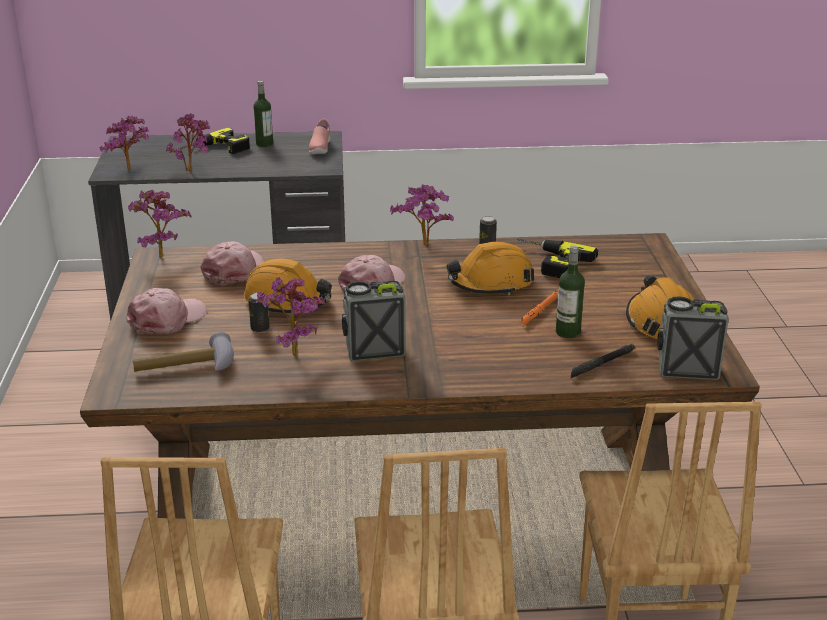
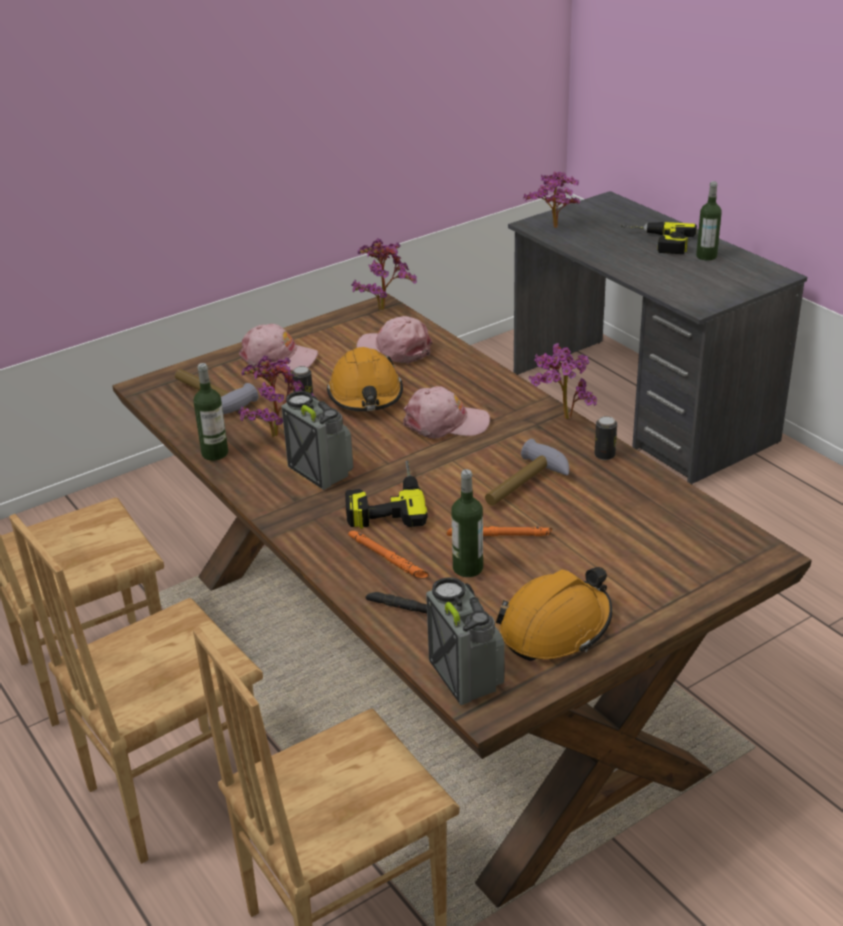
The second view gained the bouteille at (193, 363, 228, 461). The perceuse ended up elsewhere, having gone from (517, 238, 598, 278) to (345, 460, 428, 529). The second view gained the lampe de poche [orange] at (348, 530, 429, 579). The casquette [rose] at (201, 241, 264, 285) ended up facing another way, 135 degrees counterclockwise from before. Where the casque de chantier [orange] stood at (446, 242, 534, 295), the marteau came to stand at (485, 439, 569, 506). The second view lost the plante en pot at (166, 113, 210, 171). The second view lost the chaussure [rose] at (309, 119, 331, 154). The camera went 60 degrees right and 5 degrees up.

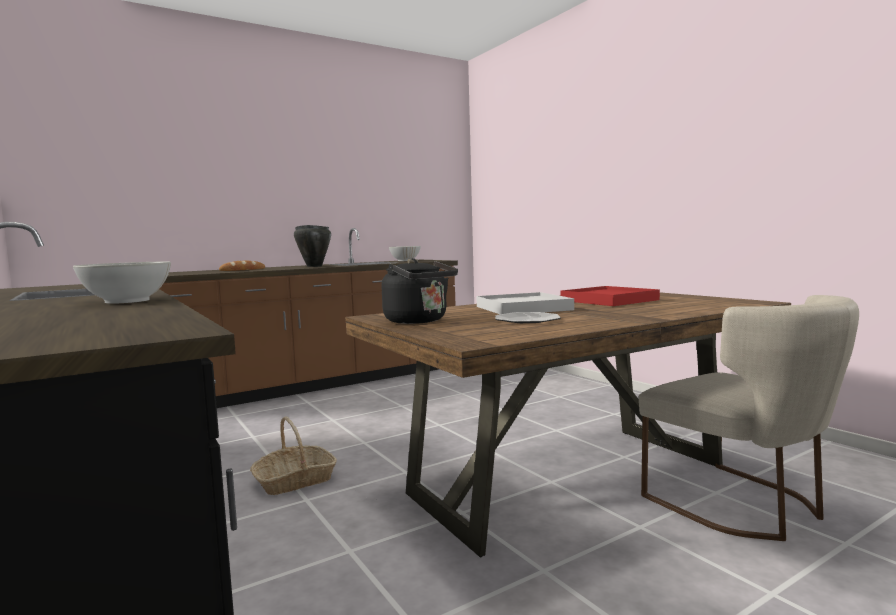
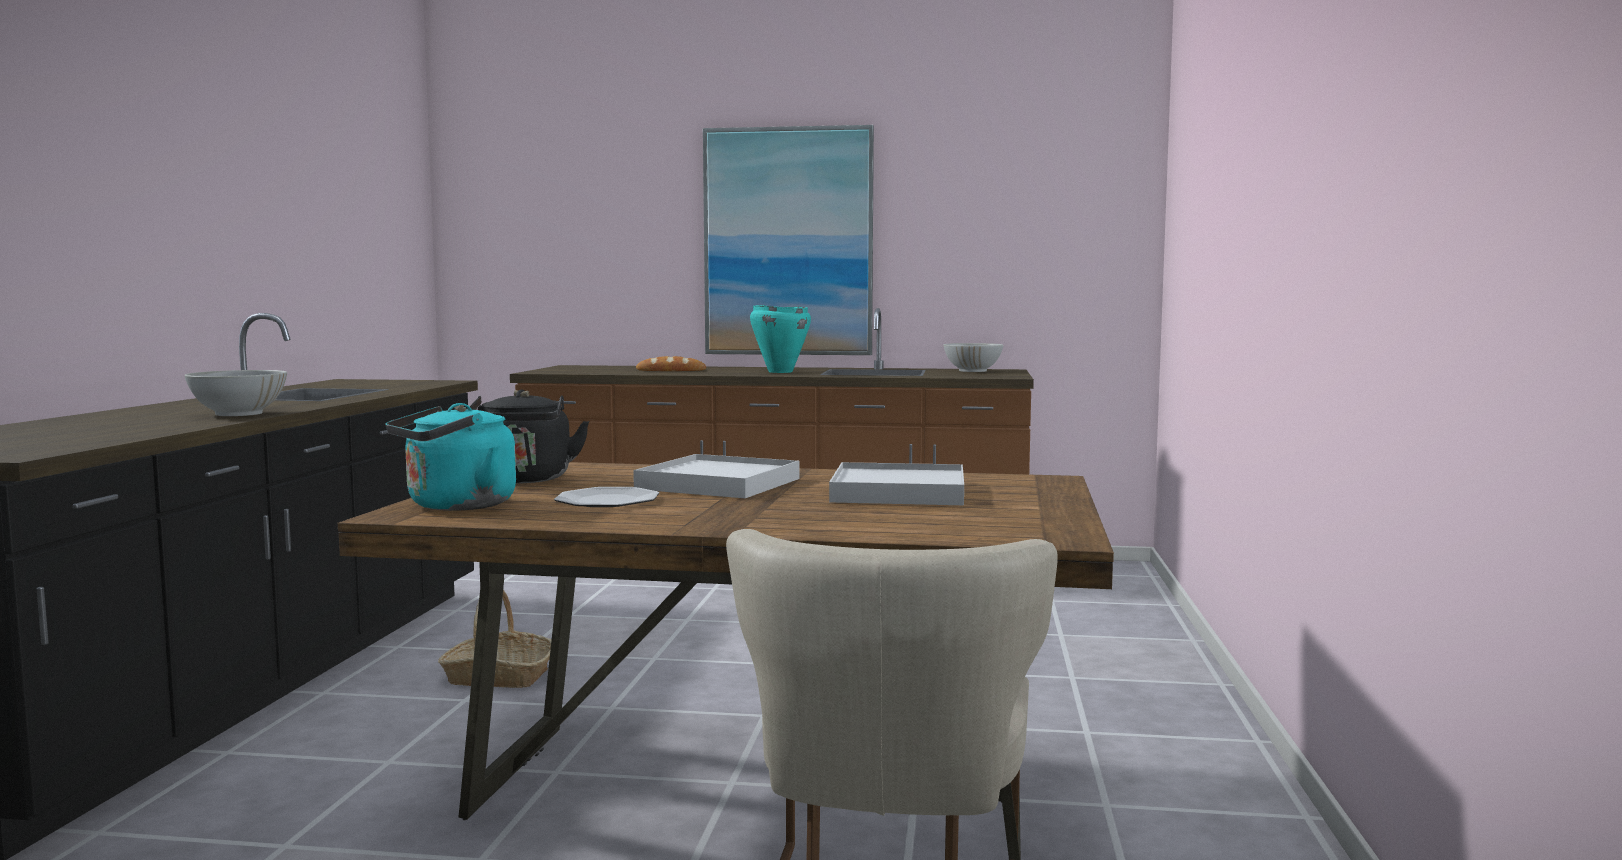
The second view gained the bouilloire [turquoise] at (386, 403, 516, 511). The second view gained the tableau at (703, 125, 874, 355). What was the marmite [noir] at (294, 225, 331, 267) turned into the marmite [turquoise] at (750, 305, 811, 373). What was the plateau [rouge] at (560, 286, 660, 306) turned into the plateau [blanc] at (829, 462, 964, 505). The camera went 40 degrees right and 0 degrees up.

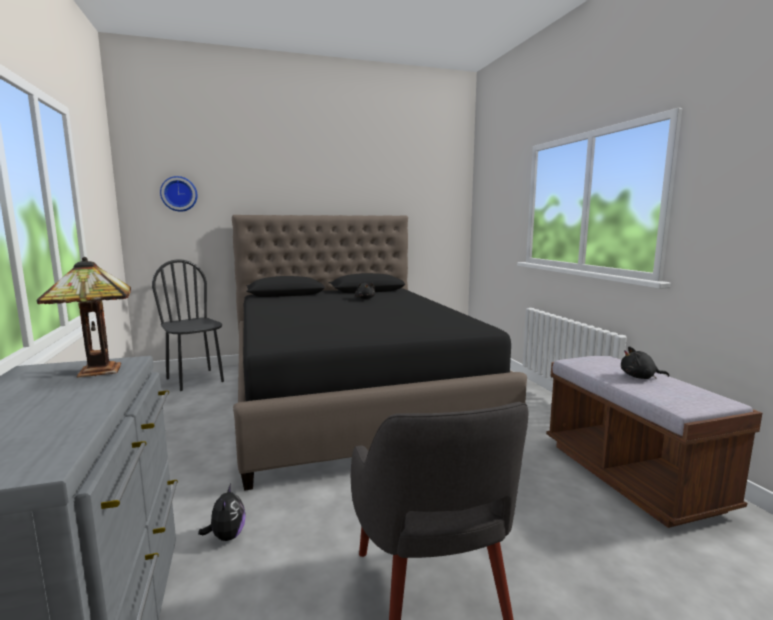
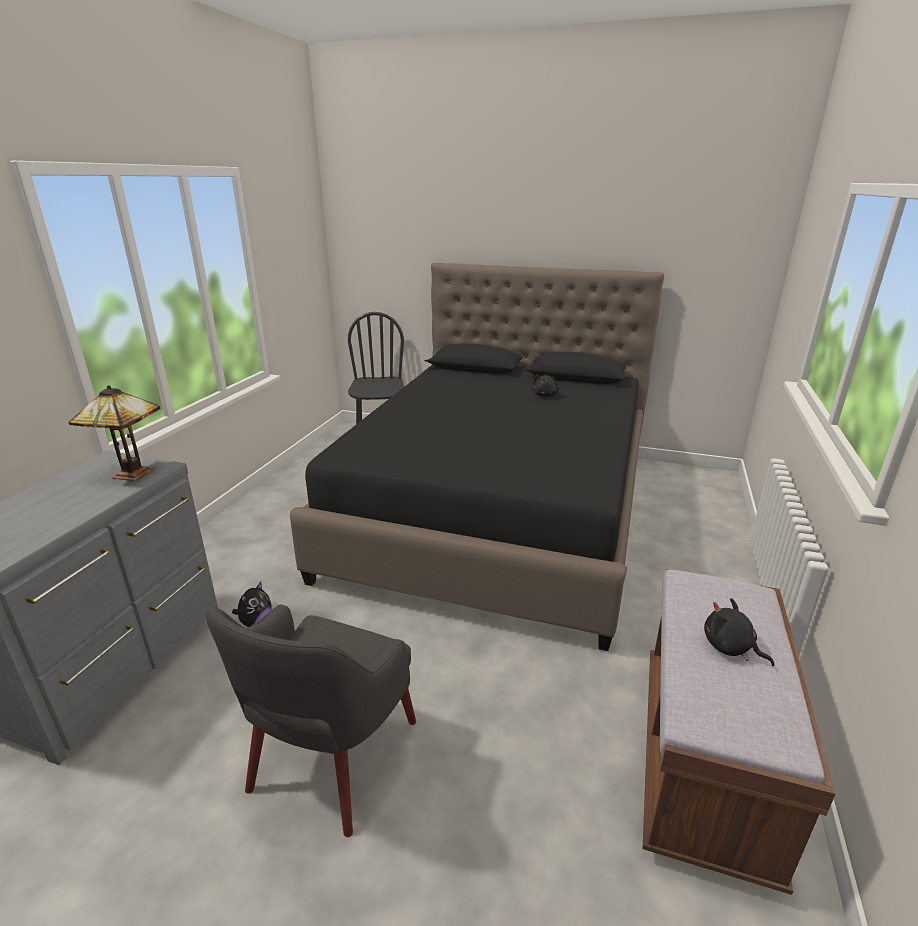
The second view lost the horloge murale at (160, 176, 197, 212). The camera went 35 degrees right and 15 degrees up.

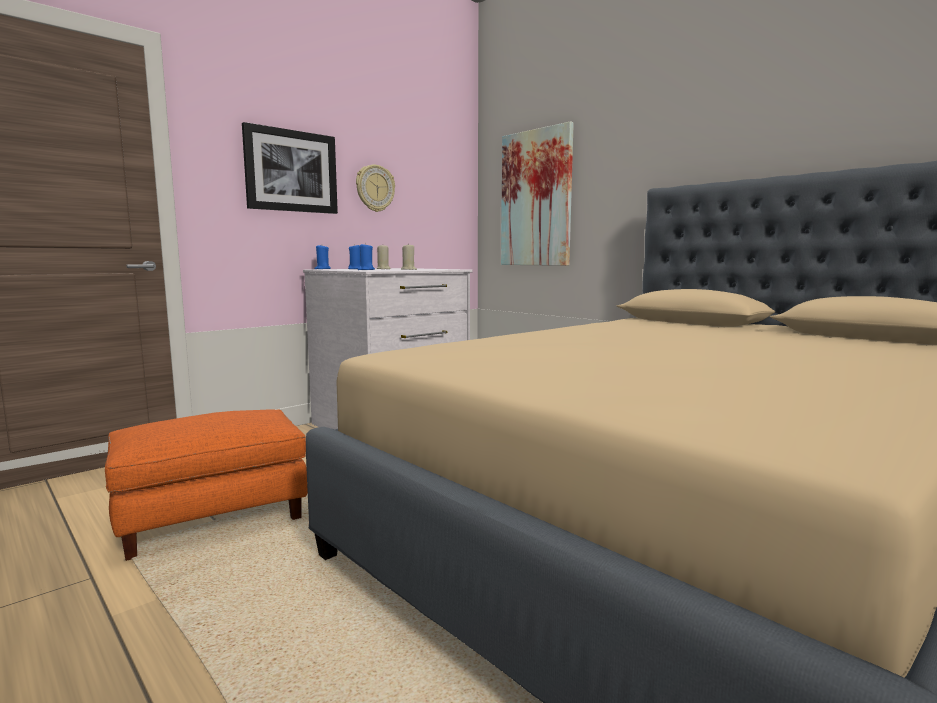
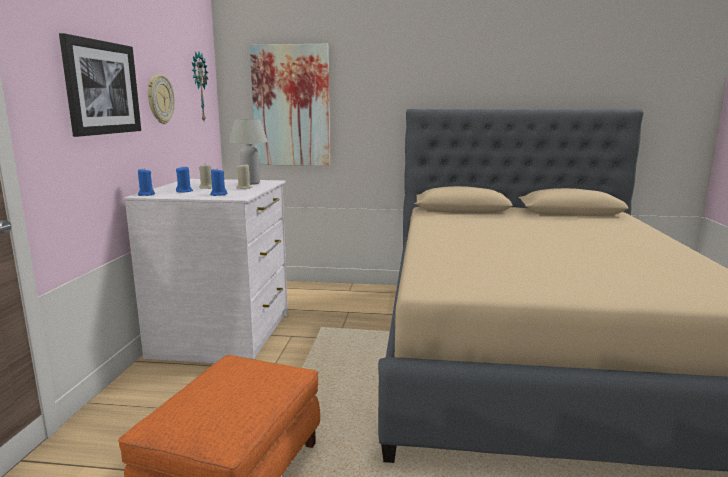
The second view gained the horloge murale at (192, 52, 208, 121). The second view gained the lampe de table [blanc] at (229, 119, 268, 185). The camera went 40 degrees left and 5 degrees up.

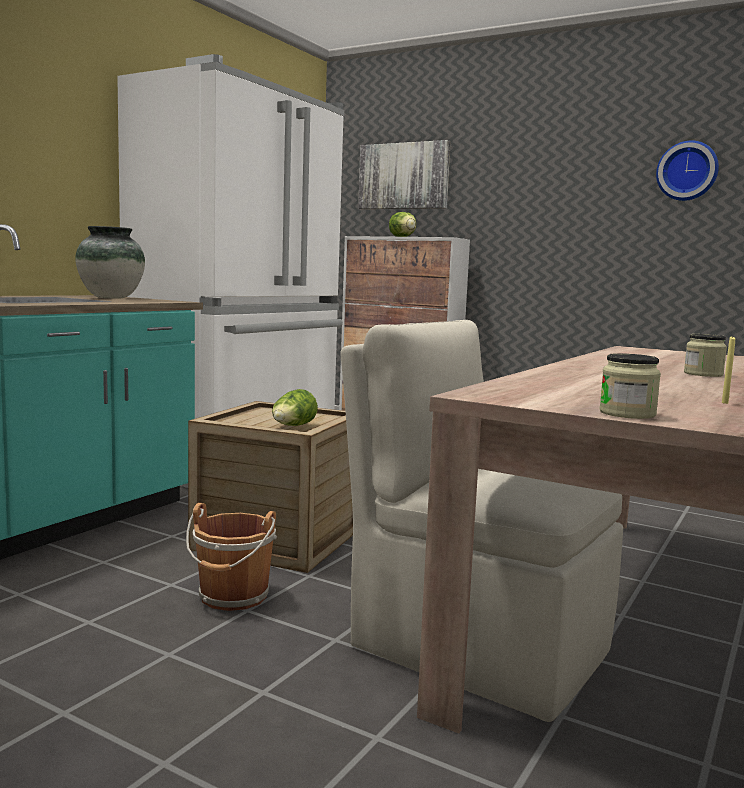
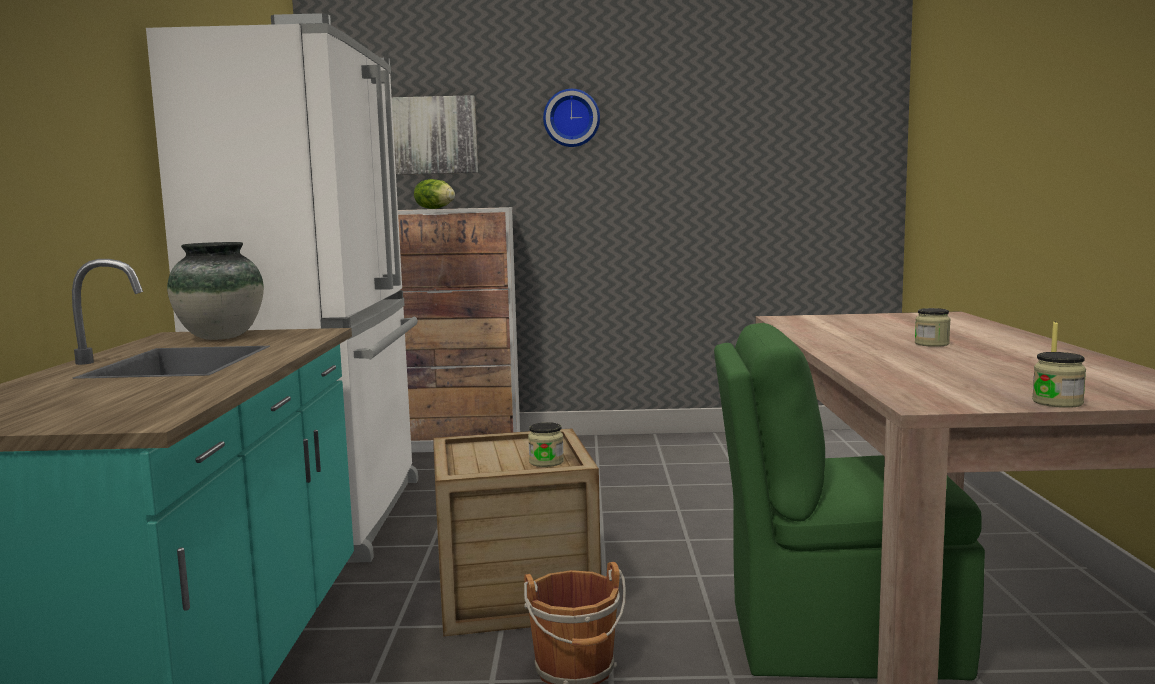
Where the laitue stood at (272, 389, 318, 426), the bocal came to stand at (528, 422, 564, 467). The horloge murale ended up elsewhere, having gone from (656, 140, 719, 201) to (543, 89, 600, 147). What was the chaise [beige] at (340, 320, 623, 722) turned into the chaise [vert] at (714, 323, 985, 681). The camera went 30 degrees left and 0 degrees up.

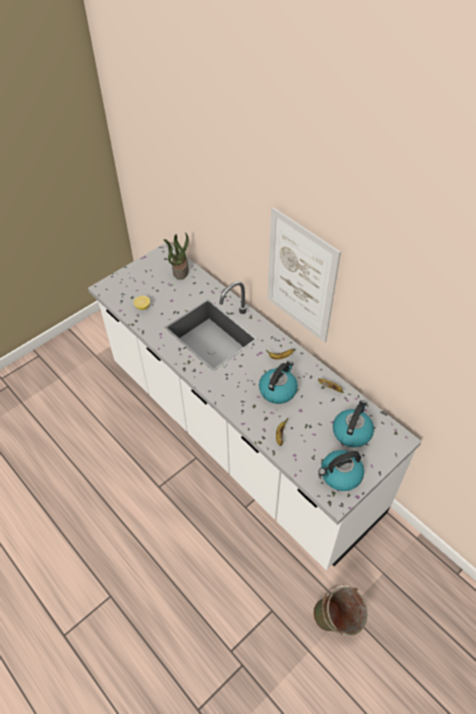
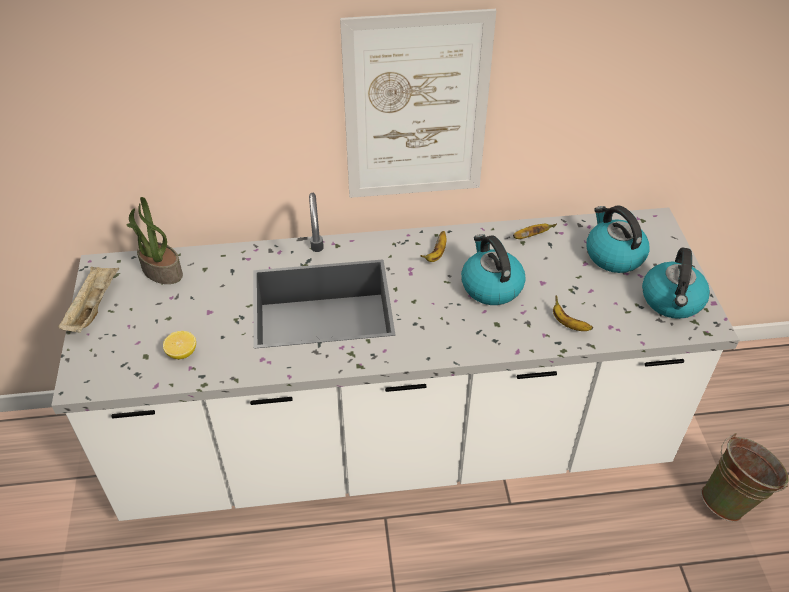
The second view gained the plateau [beige] at (58, 266, 119, 333). The camera went 55 degrees left and 5 degrees down.

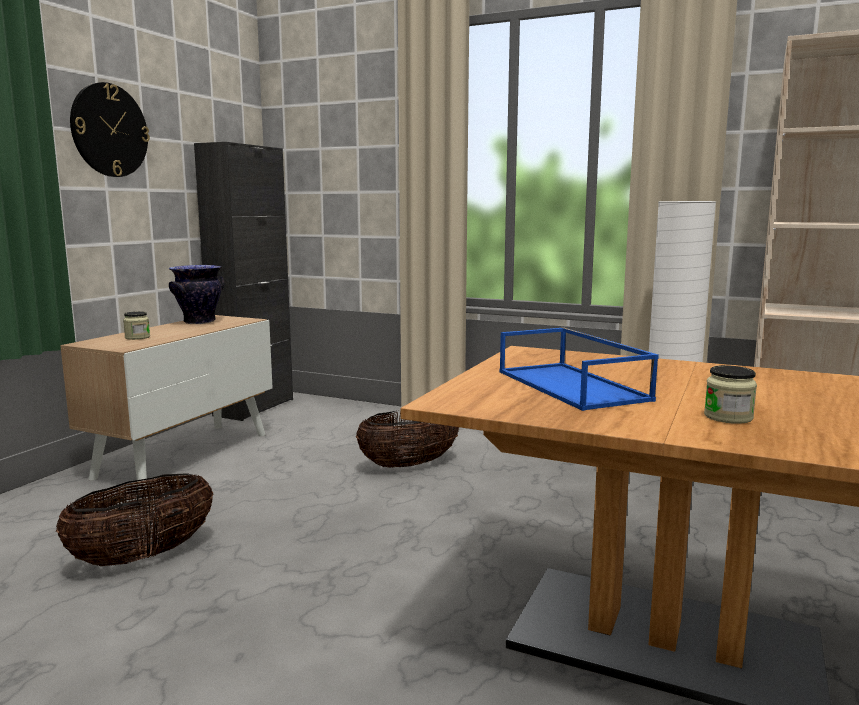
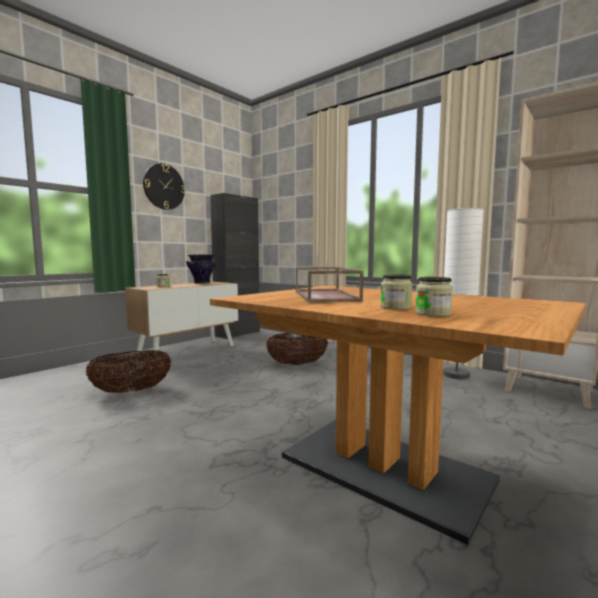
What was the plateau [bleu] at (499, 327, 659, 411) turned into the plateau [marron] at (296, 267, 363, 303). The second view gained the bocal at (415, 277, 453, 317). The camera went 15 degrees right and 5 degrees down.

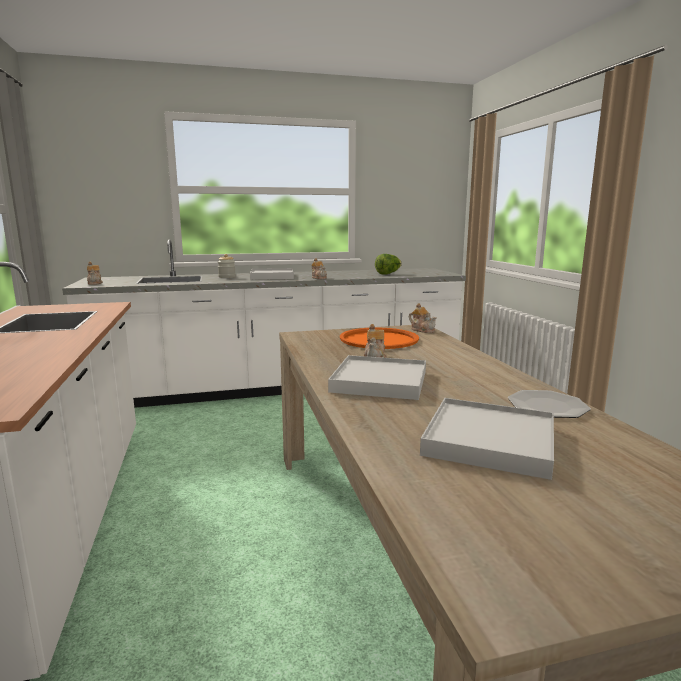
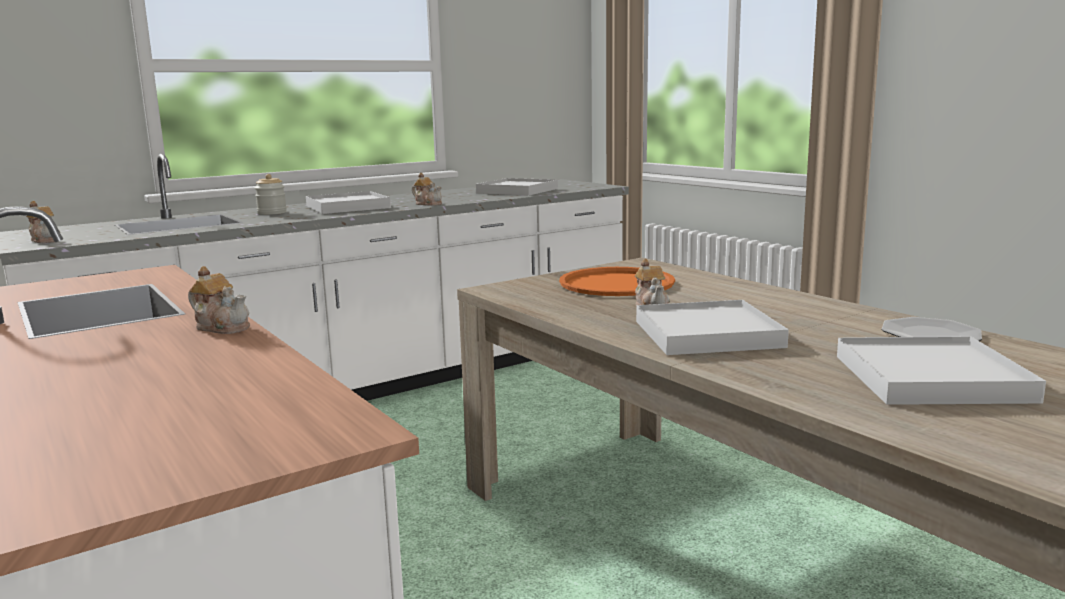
The théière ended up elsewhere, having gone from (409, 303, 437, 333) to (188, 266, 250, 334). Where the laitue stood at (375, 254, 402, 275), the plateau [blanc] came to stand at (476, 178, 558, 196). The camera went 20 degrees left and 0 degrees up.

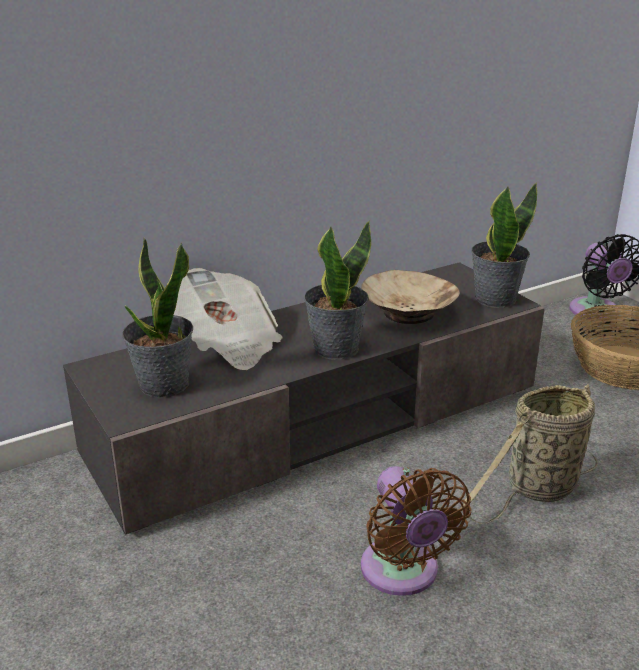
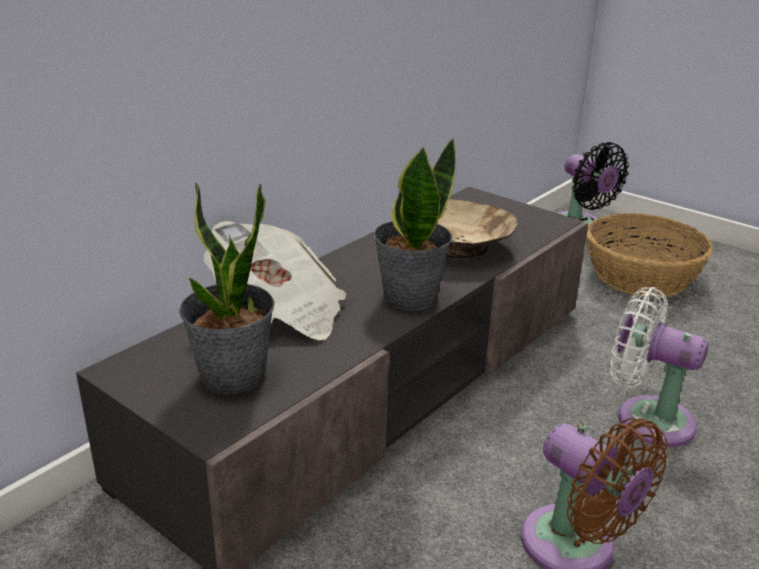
Where the panier stood at (460, 384, 598, 524), the ventilateur [blanc] came to stand at (610, 287, 709, 447). The second view lost the plante en pot at (471, 183, 537, 308). The camera went 20 degrees left and 0 degrees up.

